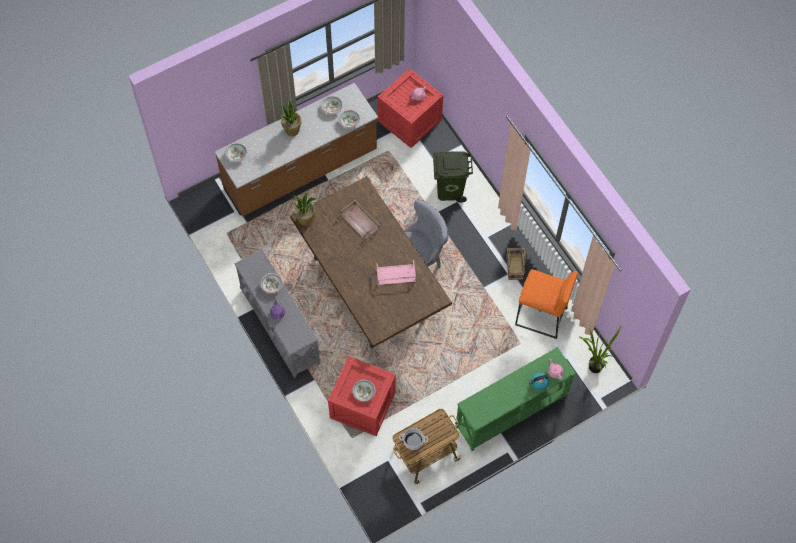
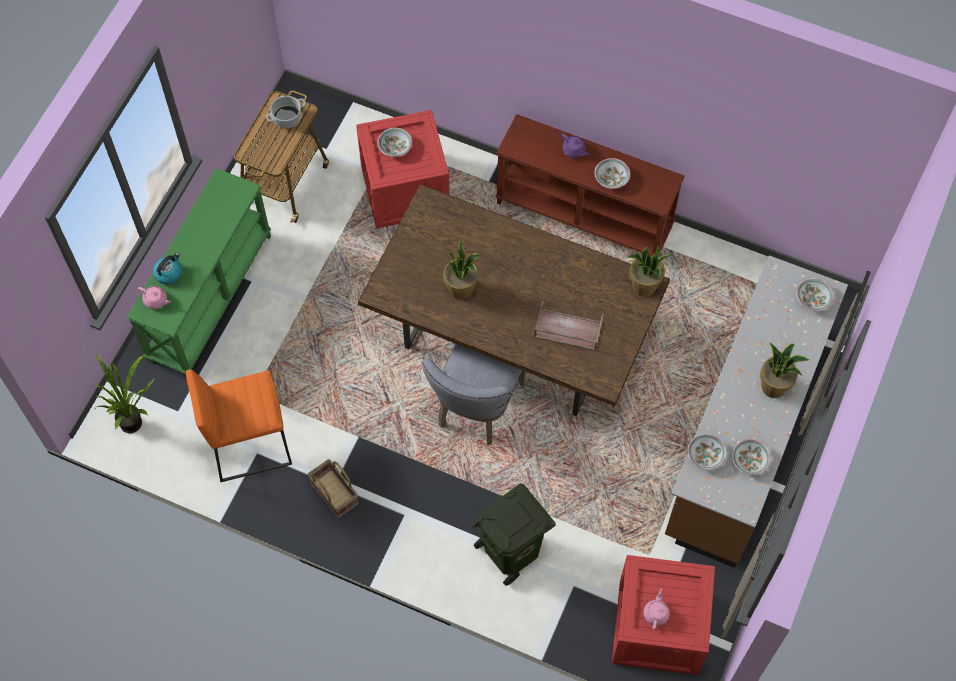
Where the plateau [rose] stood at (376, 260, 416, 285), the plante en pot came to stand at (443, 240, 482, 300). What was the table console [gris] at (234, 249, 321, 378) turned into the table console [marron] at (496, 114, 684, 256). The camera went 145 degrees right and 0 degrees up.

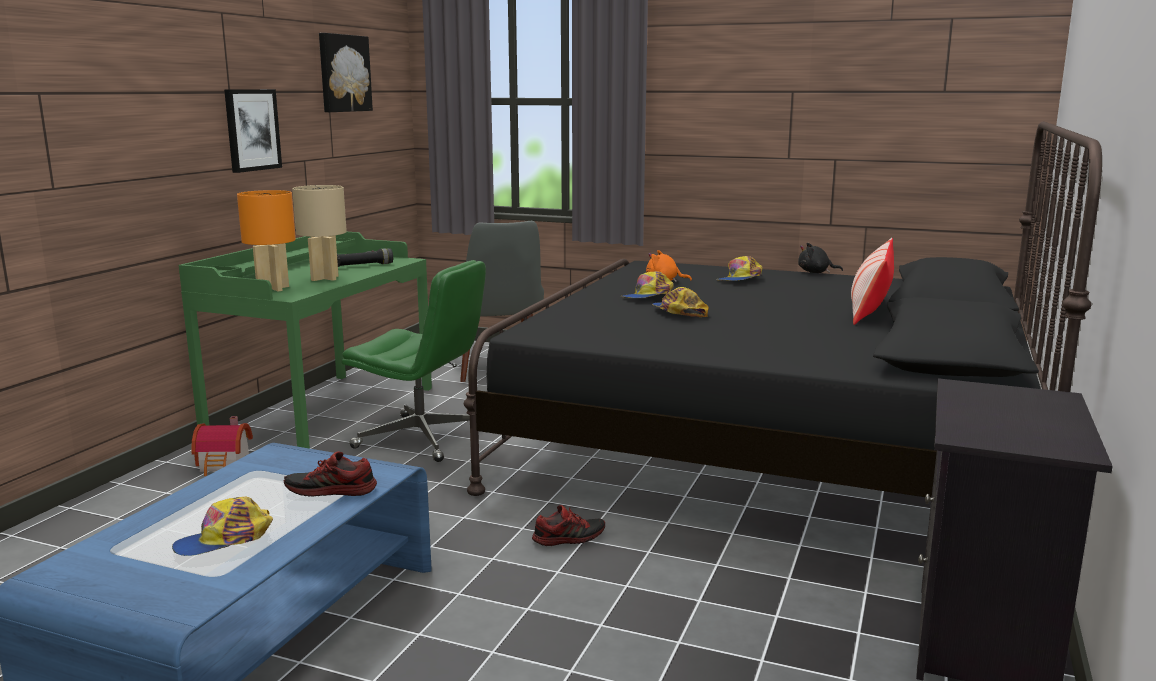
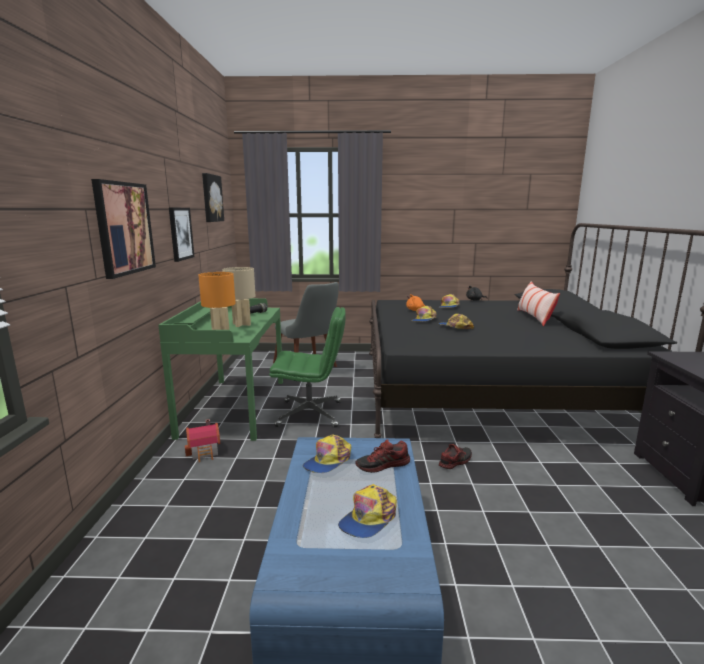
The second view gained the tableau at (91, 179, 156, 279). The second view gained the casquette at (303, 434, 351, 473). The camera went 20 degrees left and 0 degrees up.

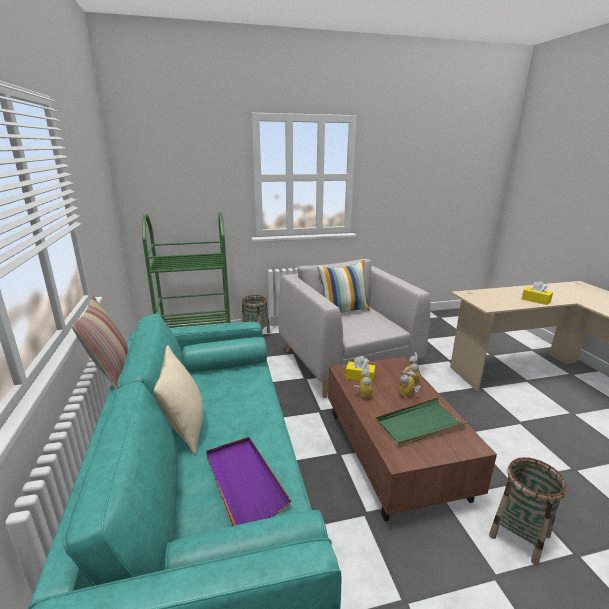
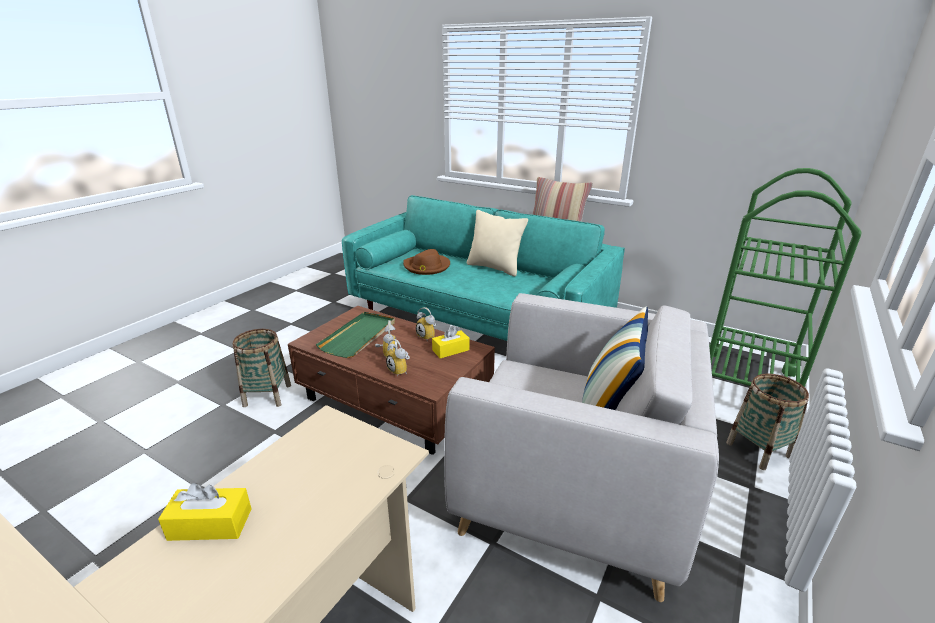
Where the plateau [violet] stood at (206, 437, 291, 526), the chapeau [marron] came to stand at (403, 249, 450, 275). The camera went 135 degrees right and 5 degrees up.

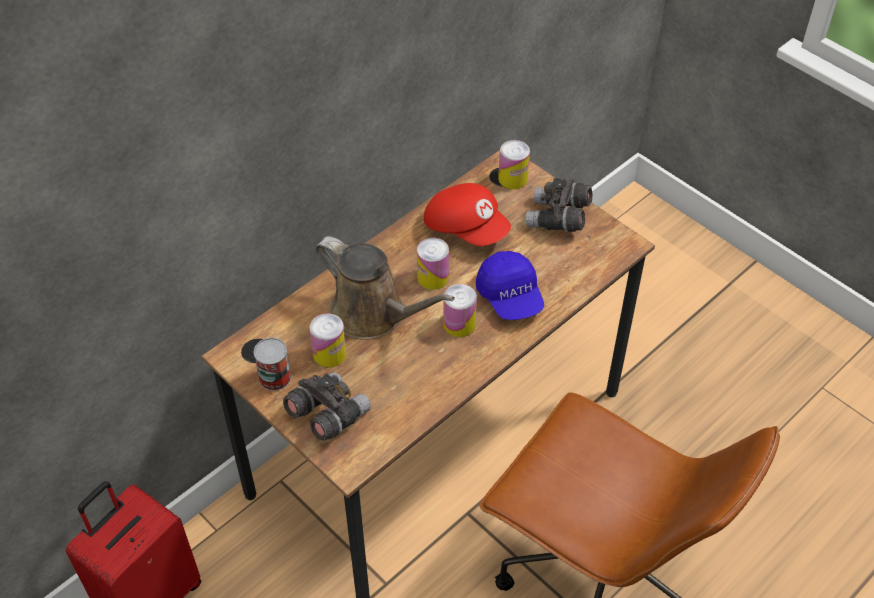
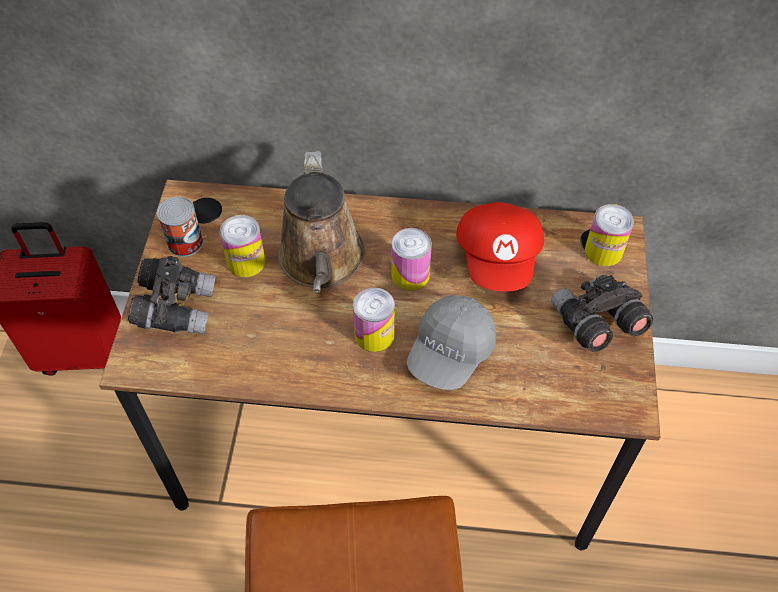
What was the casquette [bleu] at (476, 251, 544, 320) turned into the casquette [gris] at (407, 295, 496, 390). The camera went 50 degrees right and 5 degrees up.

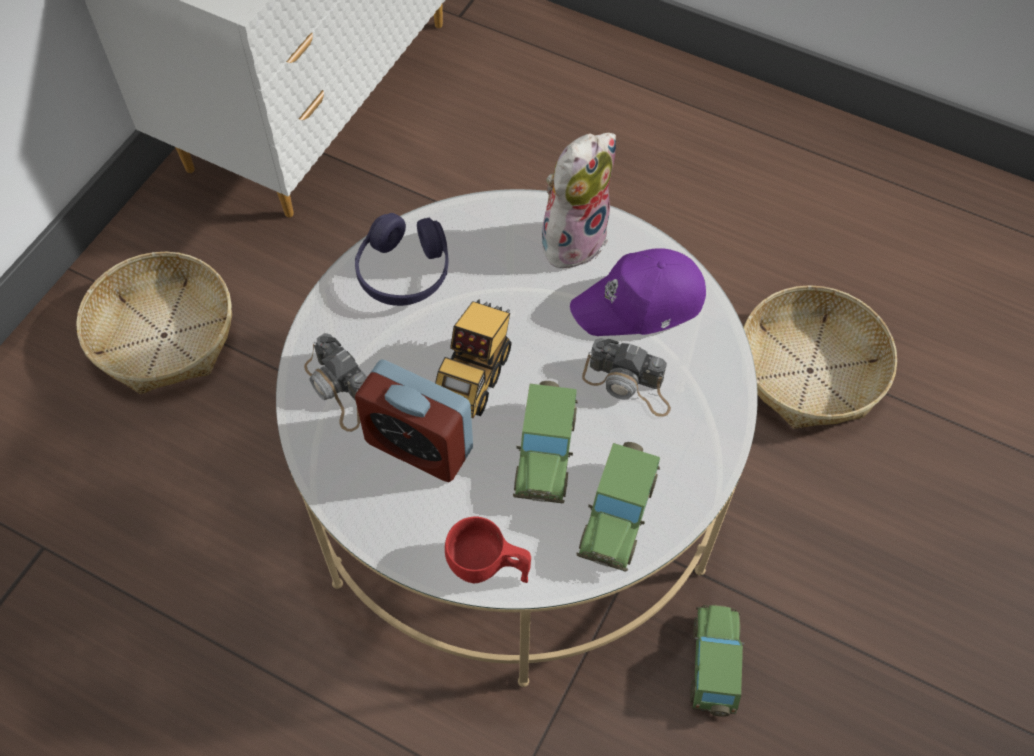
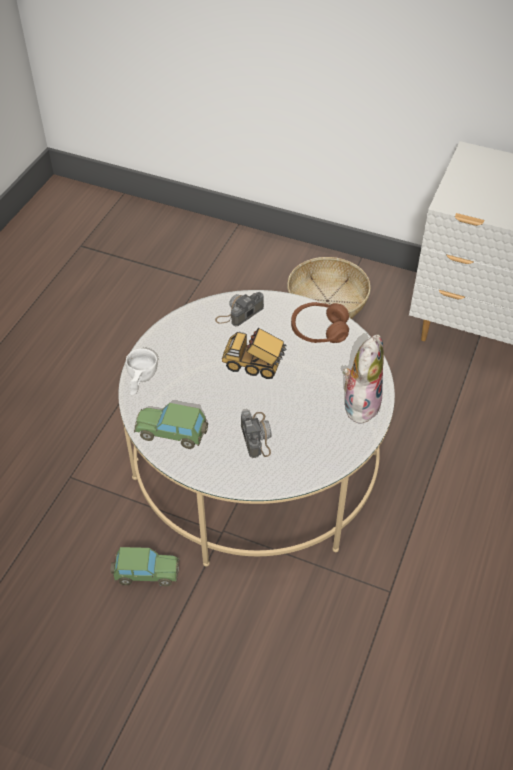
What was the tasse [rouge] at (445, 516, 531, 583) turned into the tasse [blanc] at (126, 348, 157, 395). The appareil photo at (582, 338, 671, 417) ended up facing another way, 150 degrees clockwise from before. What was the casque audio [violet] at (355, 213, 448, 306) turned into the casque audio [marron] at (291, 302, 349, 343). The peluche at (542, 133, 616, 269) ended up facing another way, 105 degrees counterclockwise from before. The second view lost the réveil at (355, 359, 473, 482). The second view lost the petite voiture at (513, 381, 578, 503). The second view lost the casquette [violet] at (570, 248, 706, 336). The second view lost the panier at (743, 285, 897, 429). The camera went 85 degrees right and 10 degrees down.

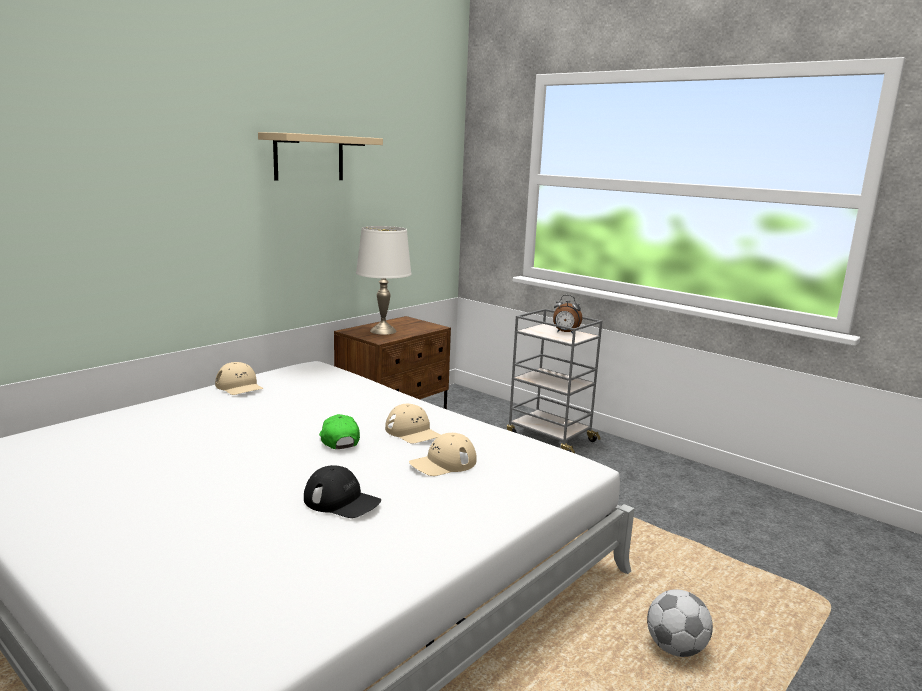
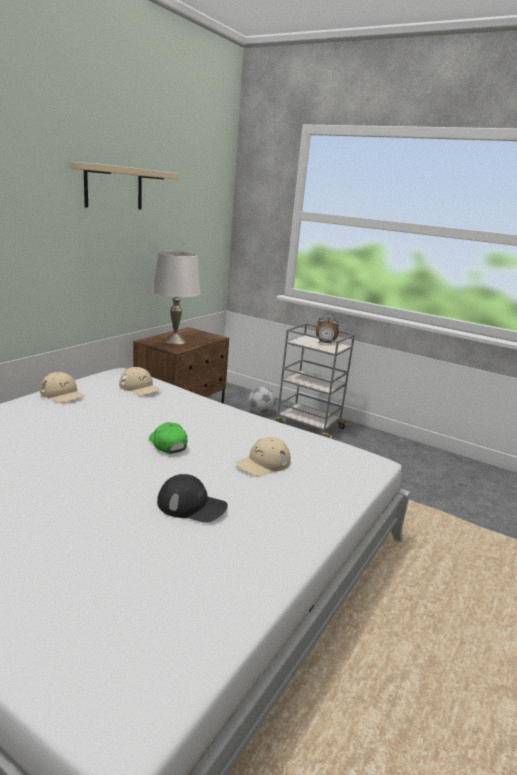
The casquette [beige] ended up elsewhere, having gone from (385, 404, 440, 444) to (119, 367, 161, 395). The ballon de foot ended up elsewhere, having gone from (647, 589, 713, 657) to (248, 387, 276, 414). The camera went 10 degrees left and 5 degrees up.

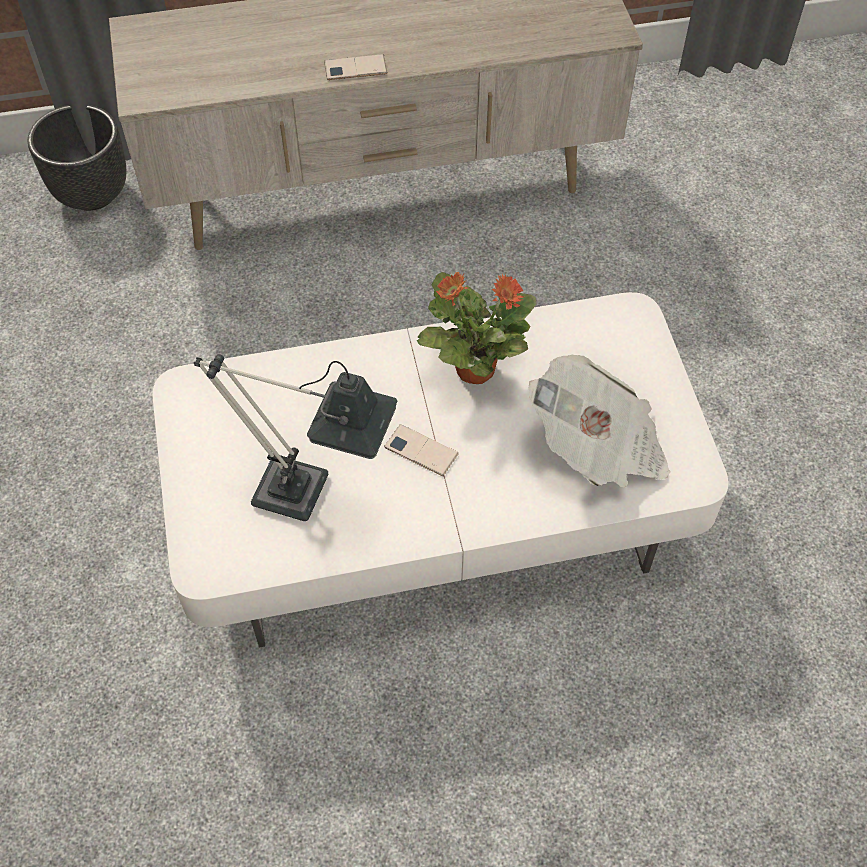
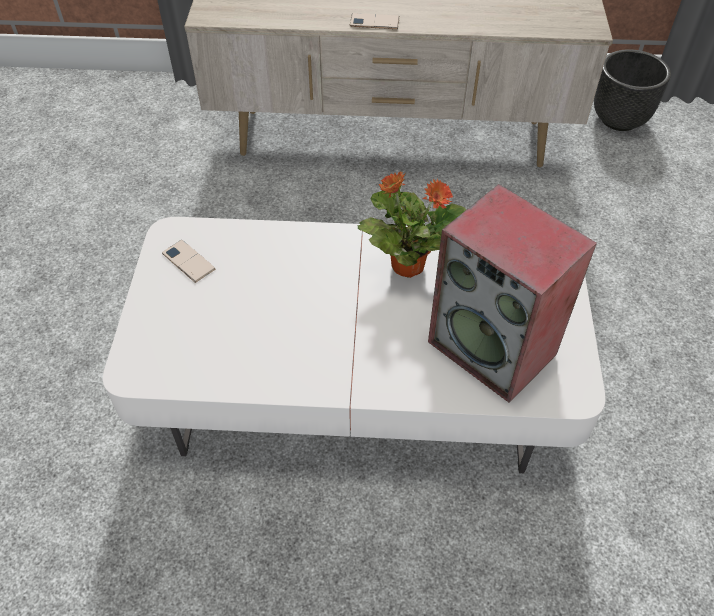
The téléphone ended up elsewhere, having gone from (384, 424, 459, 476) to (162, 240, 215, 283). Where the journal stood at (528, 354, 670, 488), the enceinte came to stand at (428, 184, 597, 403). The cache-pot [noir] ended up elsewhere, having gone from (27, 105, 126, 211) to (594, 49, 671, 131). The second view lost the lampe de table at (194, 354, 397, 521). The camera went 15 degrees right and 5 degrees down.

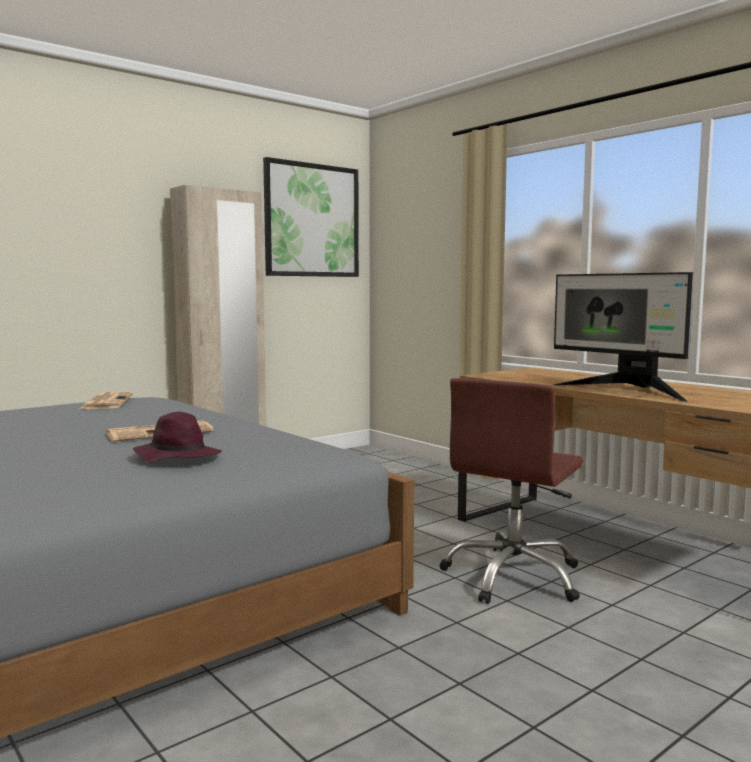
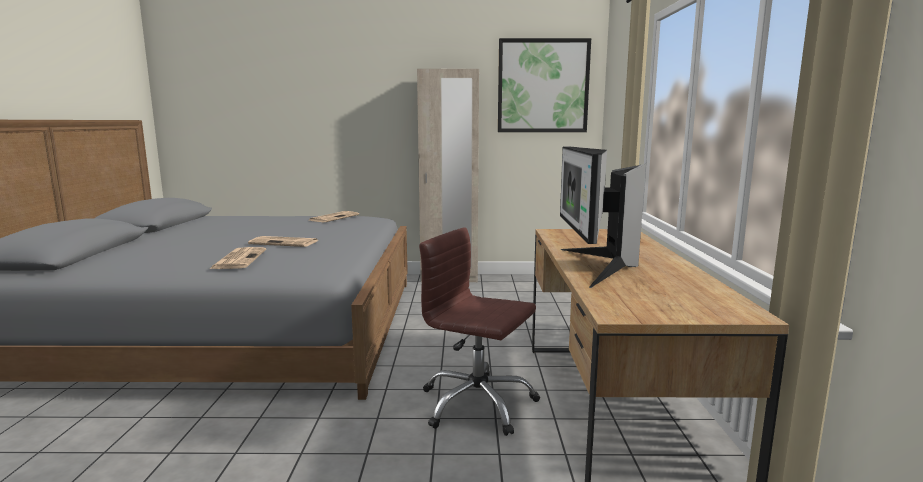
Where the chapeau [violet] stood at (133, 412, 222, 462), the journal came to stand at (210, 247, 266, 269). The chaise de bureau [marron] at (439, 378, 583, 604) ended up facing another way, 45 degrees clockwise from before. The camera went 40 degrees right and 5 degrees up.

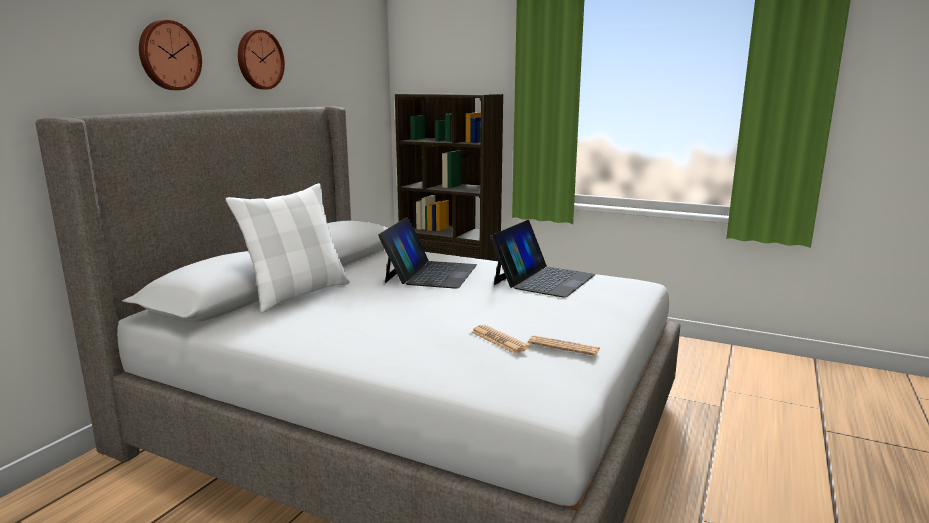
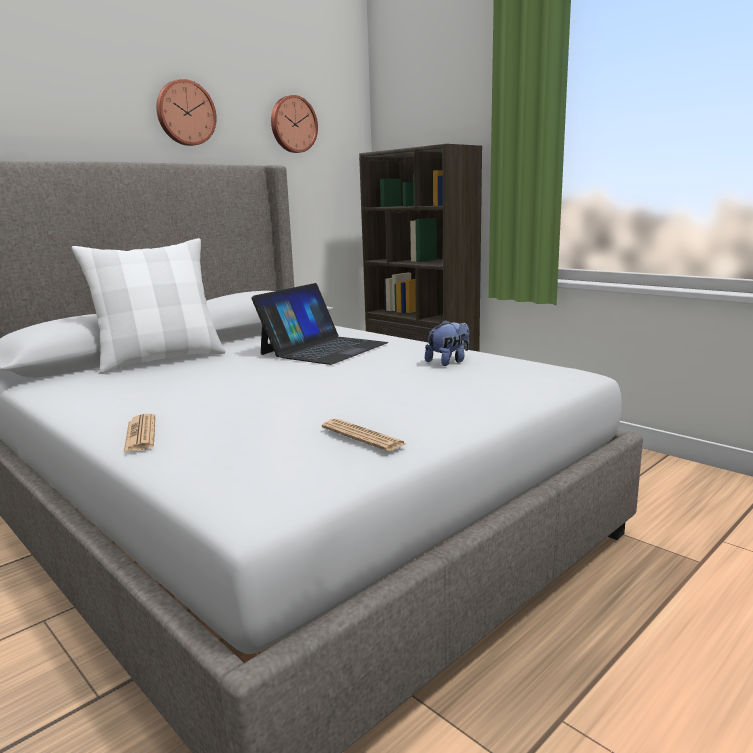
The journal ended up elsewhere, having gone from (472, 325, 530, 354) to (124, 414, 155, 452). The horloge murale ended up elsewhere, having gone from (139, 20, 202, 90) to (271, 95, 318, 153). Where the ordinateur portable stood at (490, 220, 596, 298), the peluche came to stand at (425, 320, 469, 366). The camera went 20 degrees right and 0 degrees up.

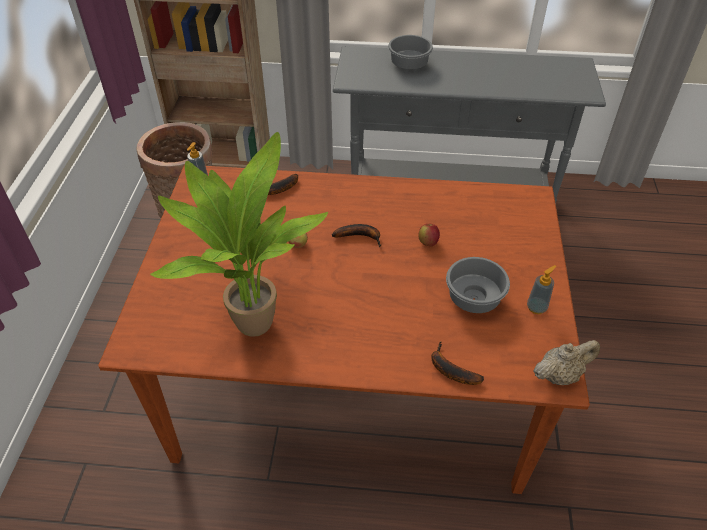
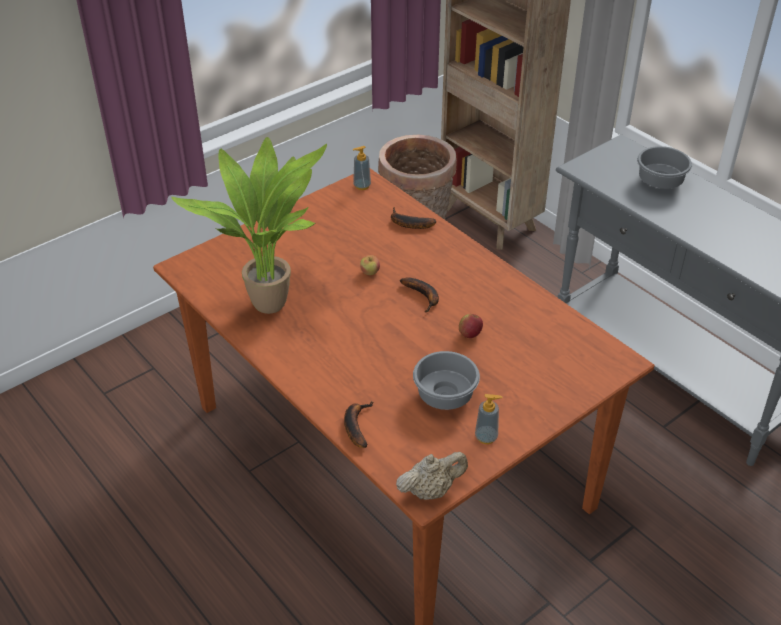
The théière [beige] at (534, 340, 600, 385) ended up facing another way, 45 degrees counterclockwise from before. The camera went 45 degrees right and 5 degrees down.

